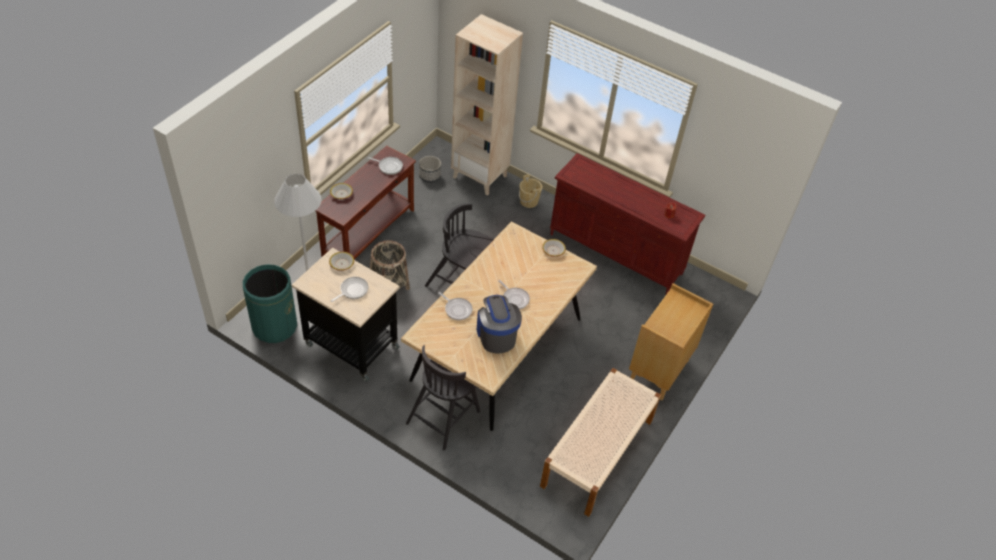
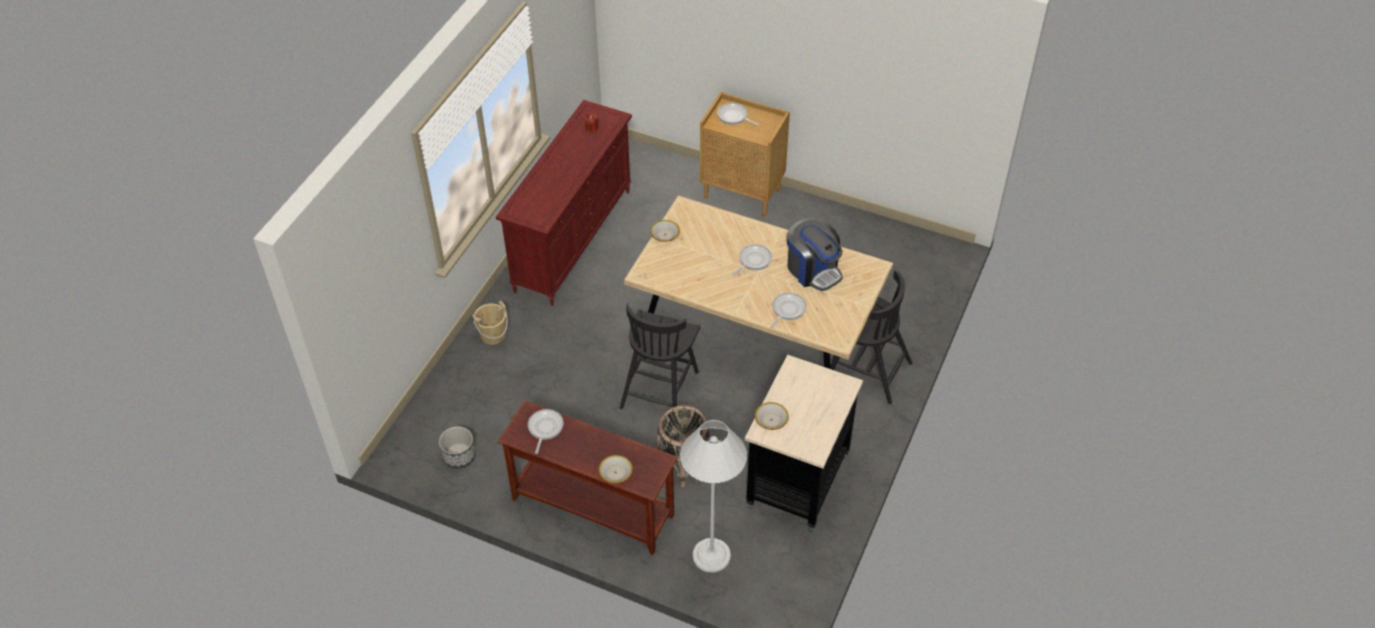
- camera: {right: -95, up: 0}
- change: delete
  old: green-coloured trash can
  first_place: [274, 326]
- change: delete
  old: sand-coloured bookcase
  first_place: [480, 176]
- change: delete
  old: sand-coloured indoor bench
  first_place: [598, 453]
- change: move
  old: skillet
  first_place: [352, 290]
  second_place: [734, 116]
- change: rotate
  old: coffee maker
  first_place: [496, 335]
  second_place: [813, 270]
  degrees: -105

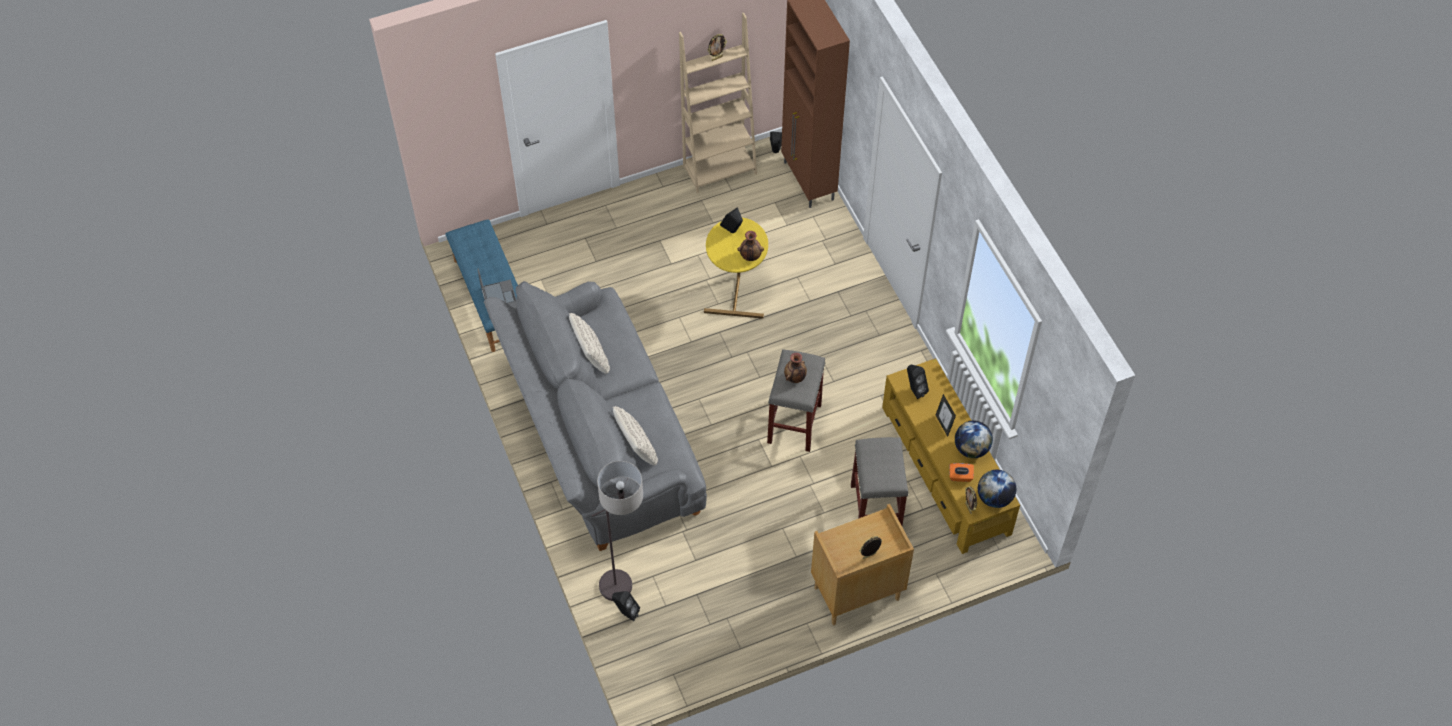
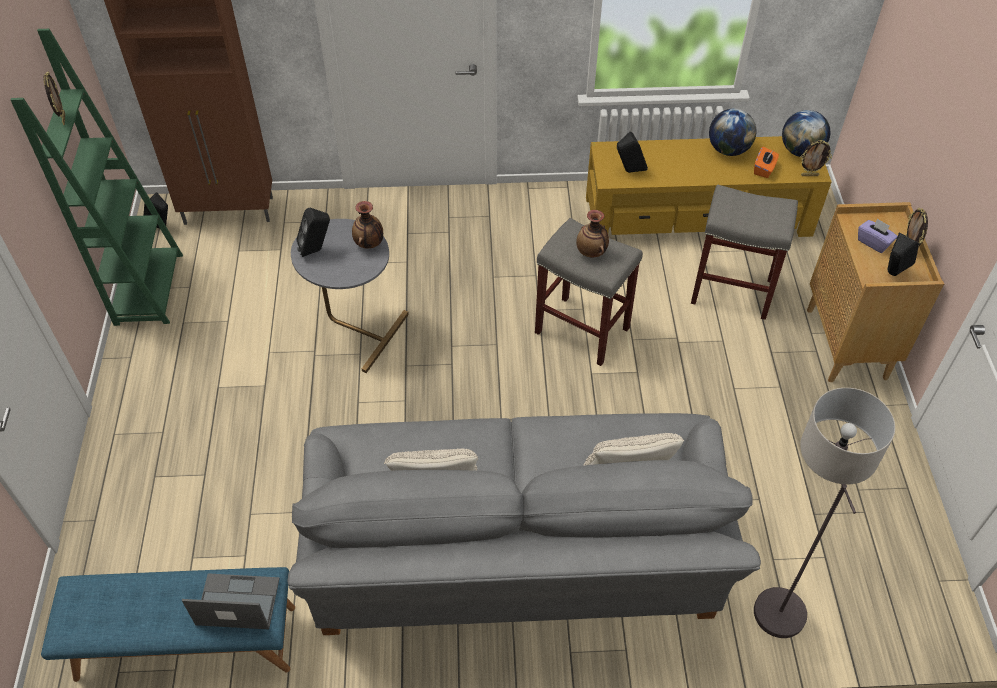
- camera: {right: -70, up: -5}
- change: delete
  old: photo frame
  first_place: [943, 425]
- change: insert
  new: purple-coloured tissue box
  second_place: [873, 242]
- change: move
  old: black speaker
  first_place: [626, 613]
  second_place: [892, 274]
- change: recolor
  old: sand-coloured bookcase
  new: green-coloured bookcase
  first_place: [719, 170]
  second_place: [148, 289]
- change: recolor
  old: yellow-coloured accent table
  new: greyish accent table
  first_place: [736, 293]
  second_place: [354, 329]

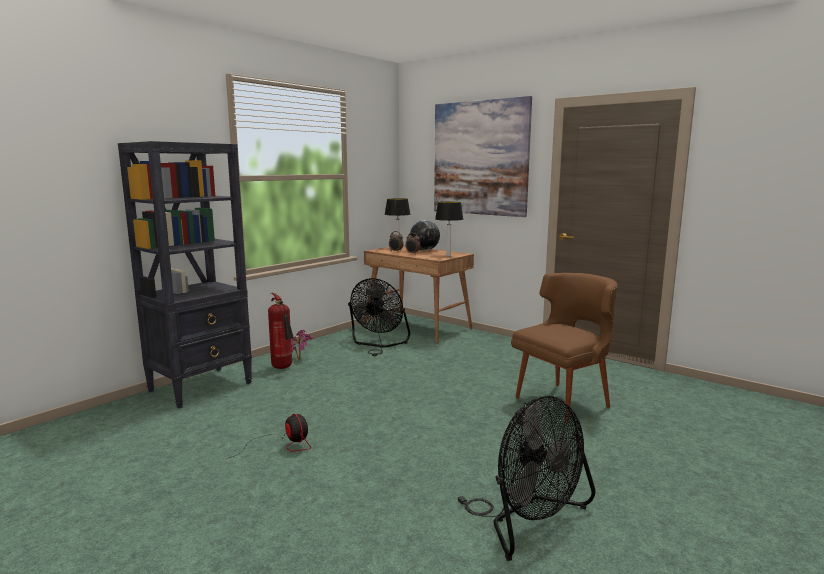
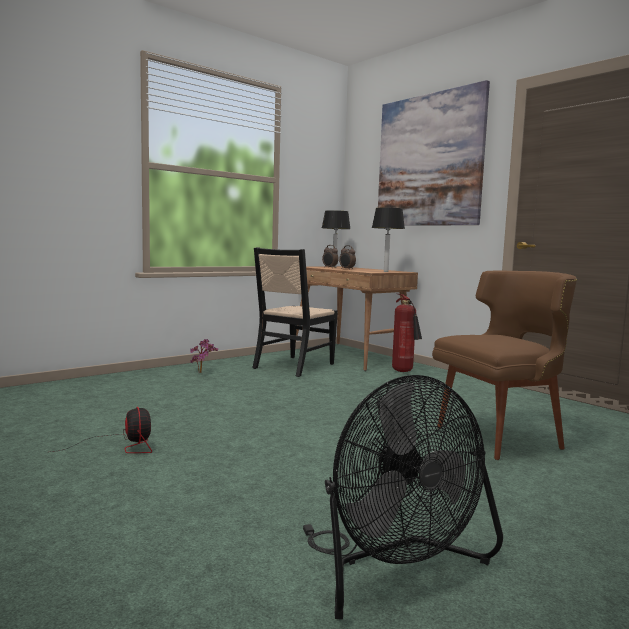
- camera: {right: 10, up: -5}
- change: delete
  old: black bookcase
  first_place: [202, 387]
- change: delete
  old: desk globe
  first_place: [424, 250]
- change: move
  old: fire extinguisher
  first_place: [283, 368]
  second_place: [404, 372]
- change: replace
  old: black fan
  new: plain chair
  first_place: [376, 343]
  second_place: [294, 366]

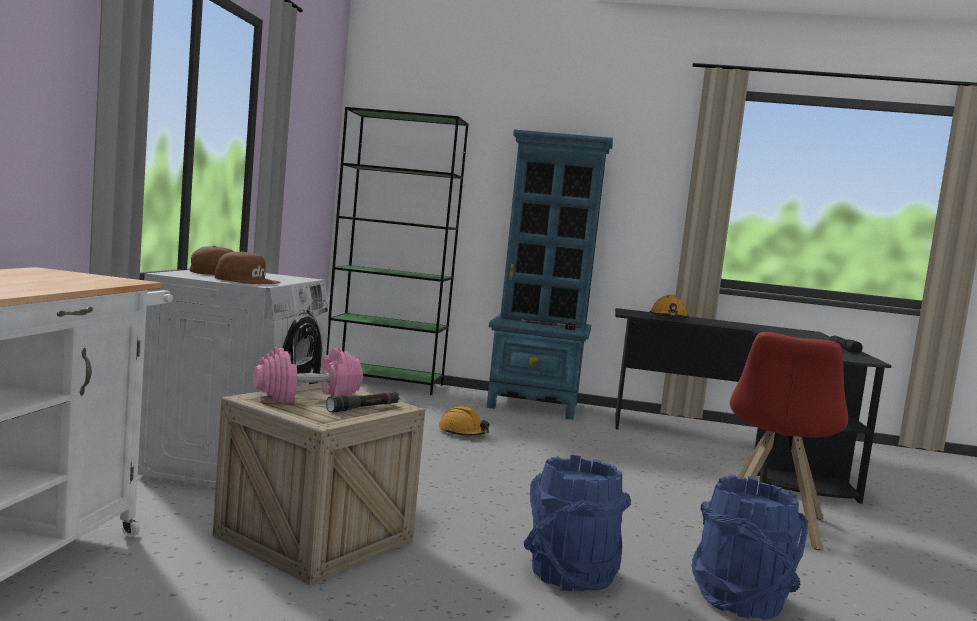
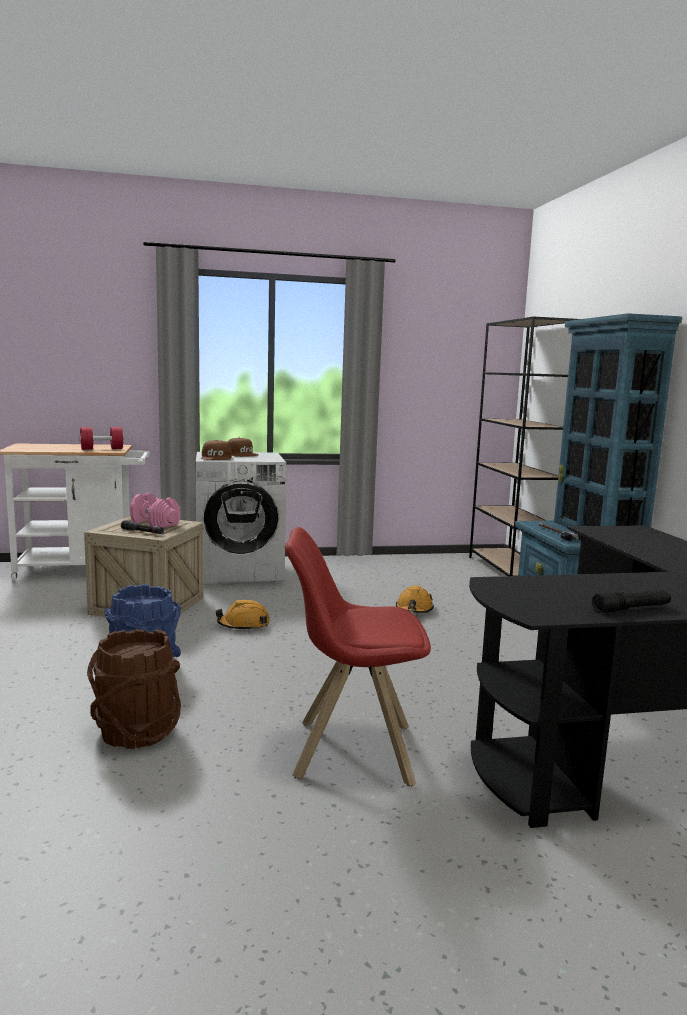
- camera: {right: 70, up: 5}
- change: insert
  new: reddish dumbbell
  second_place: [102, 449]
- change: move
  old: orange-coloured work helmet
  first_place: [668, 318]
  second_place: [243, 625]
- change: recolor
  old: green-coloured bookcase
  new: sand-coloured bookcase
  first_place: [385, 382]
  second_place: [510, 571]
- change: recolor
  old: blue-coloured water bucket
  new: brown water bucket
  first_place: [740, 600]
  second_place: [136, 731]

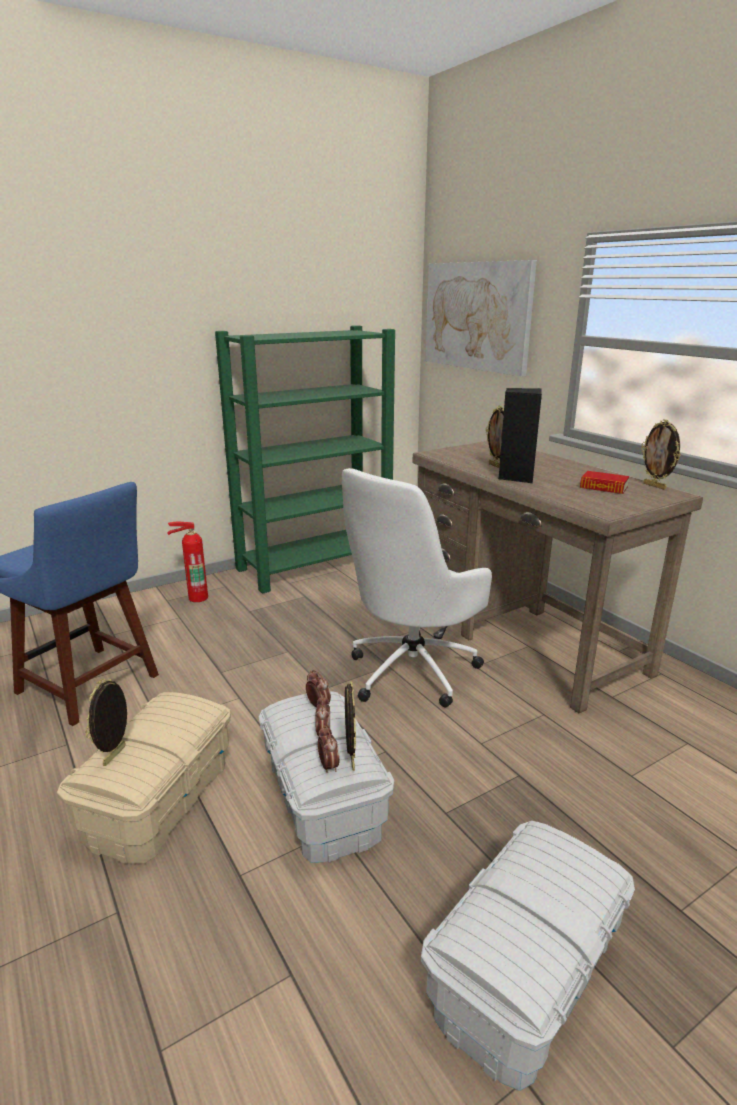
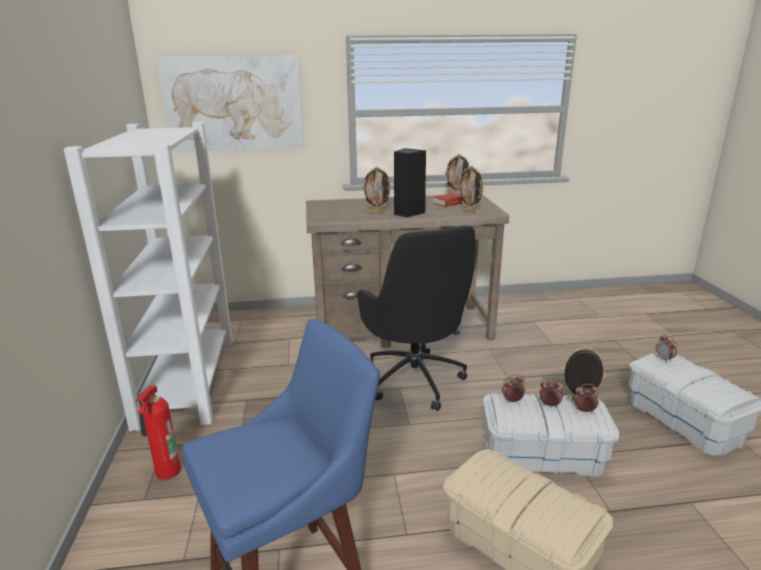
- camera: {right: -65, up: 0}
- change: insert
  new: table clock
  second_place: [664, 359]
- change: move
  old: photo frame
  first_place: [115, 756]
  second_place: [469, 212]
- change: recolor
  old: green-coloured bookcase
  new: whitish bookcase
  first_place: [315, 564]
  second_place: [187, 380]
- change: recolor
  old: whitish office chair
  new: black office chair
  first_place: [411, 672]
  second_place: [414, 380]

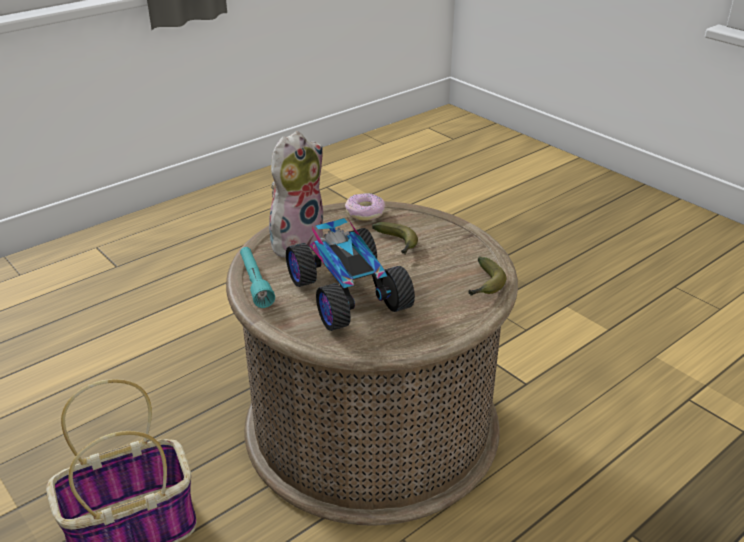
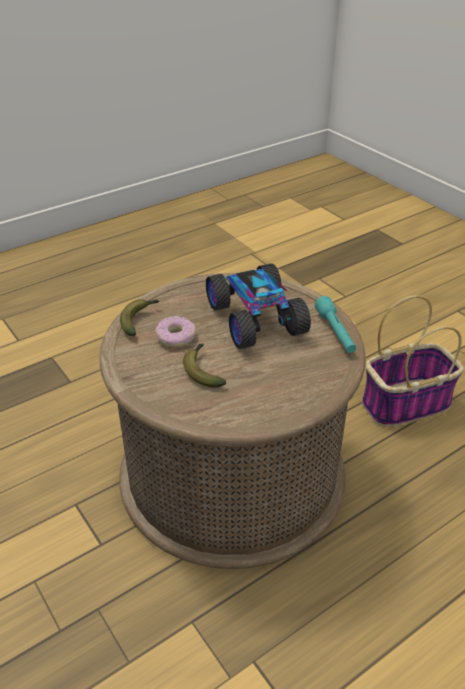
- camera: {right: -175, up: 5}
- change: delete
  old: plush toy
  first_place: [297, 241]
- change: move
  old: donut
  first_place: [365, 213]
  second_place: [176, 337]

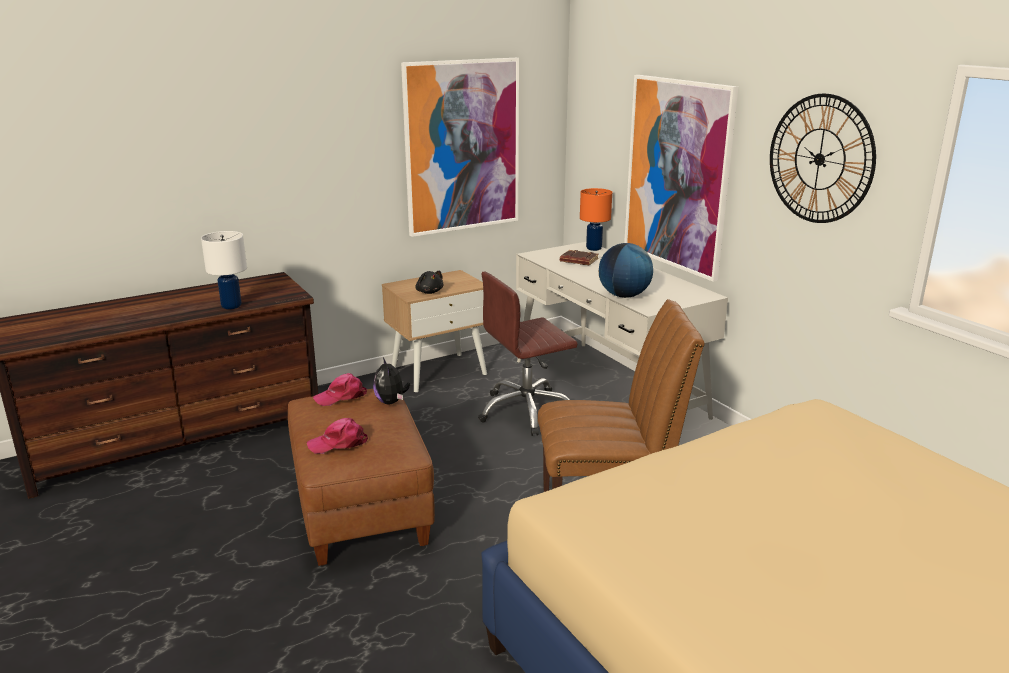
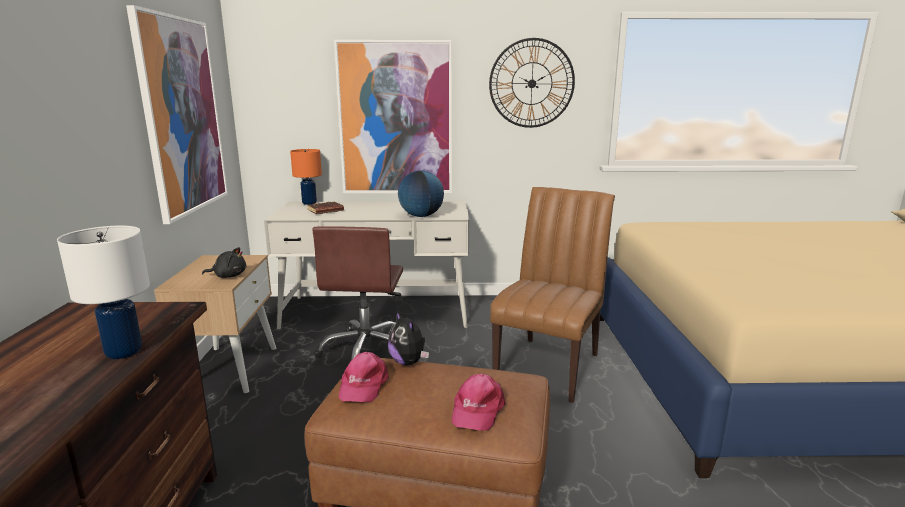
- camera: {right: -60, up: -5}
- change: rotate
  old: plush toy
  first_place: [391, 402]
  second_place: [408, 362]
  degrees: 45

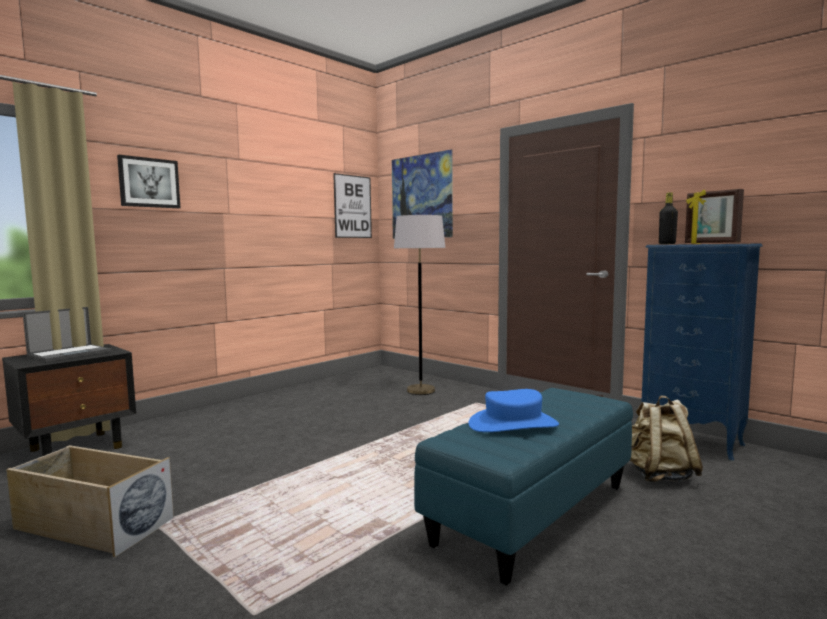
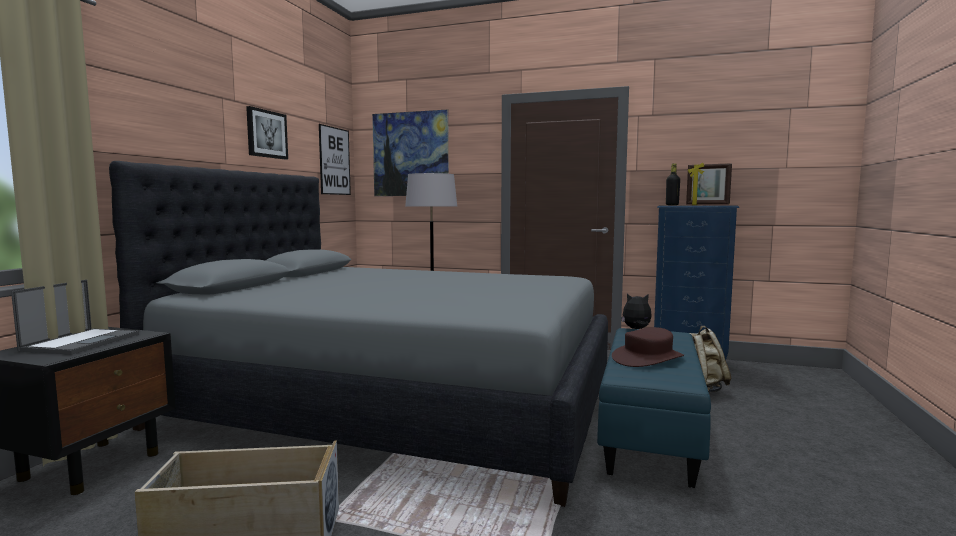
- camera: {right: -25, up: 0}
- change: insert
  new: greyish sleeping bed
  second_place: [396, 401]
- change: insert
  new: plush toy
  second_place: [636, 329]
- change: move
  old: picture
  first_place: [149, 182]
  second_place: [266, 134]
- change: recolor
  old: blue-coloured wearable hat
  new: brown wearable hat
  first_place: [513, 424]
  second_place: [648, 358]

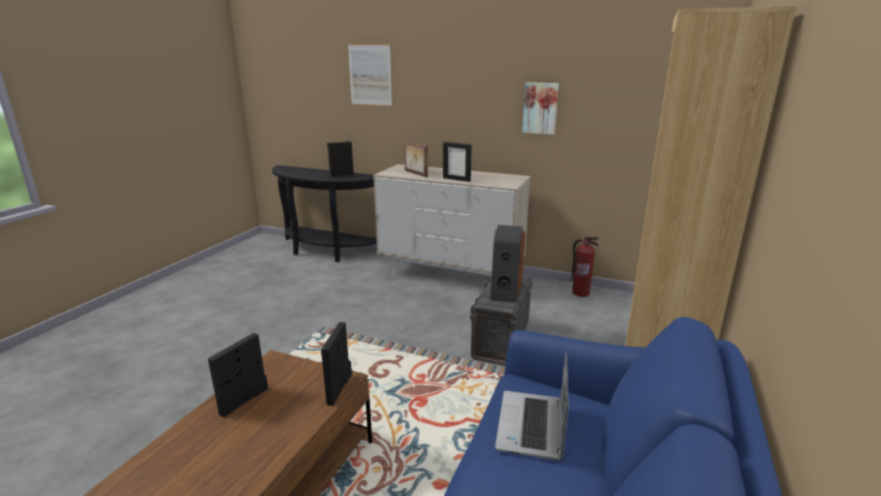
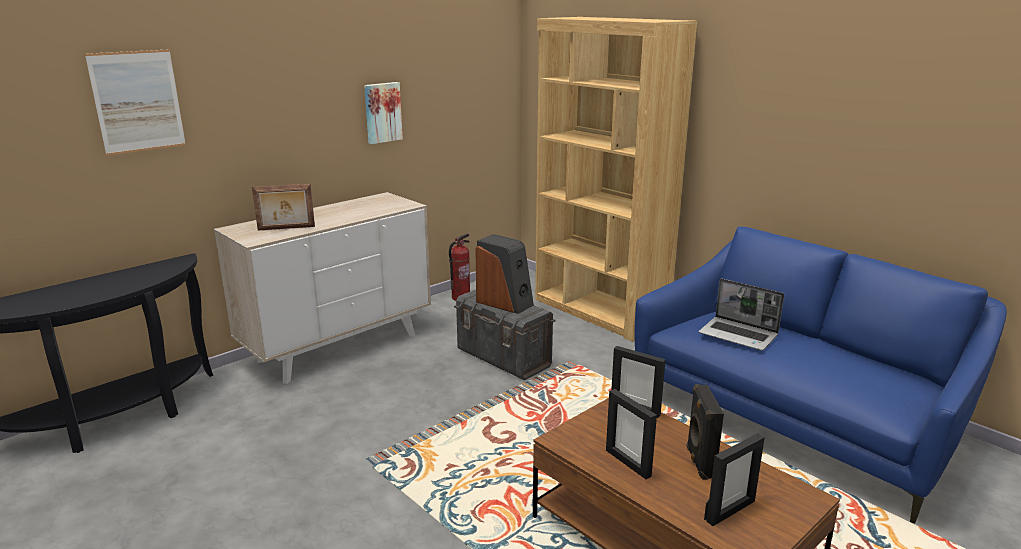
- camera: {right: -65, up: 0}
- change: move
  old: black speaker
  first_place: [341, 174]
  second_place: [699, 462]
- change: move
  old: photo frame
  first_place: [457, 179]
  second_place: [729, 510]

